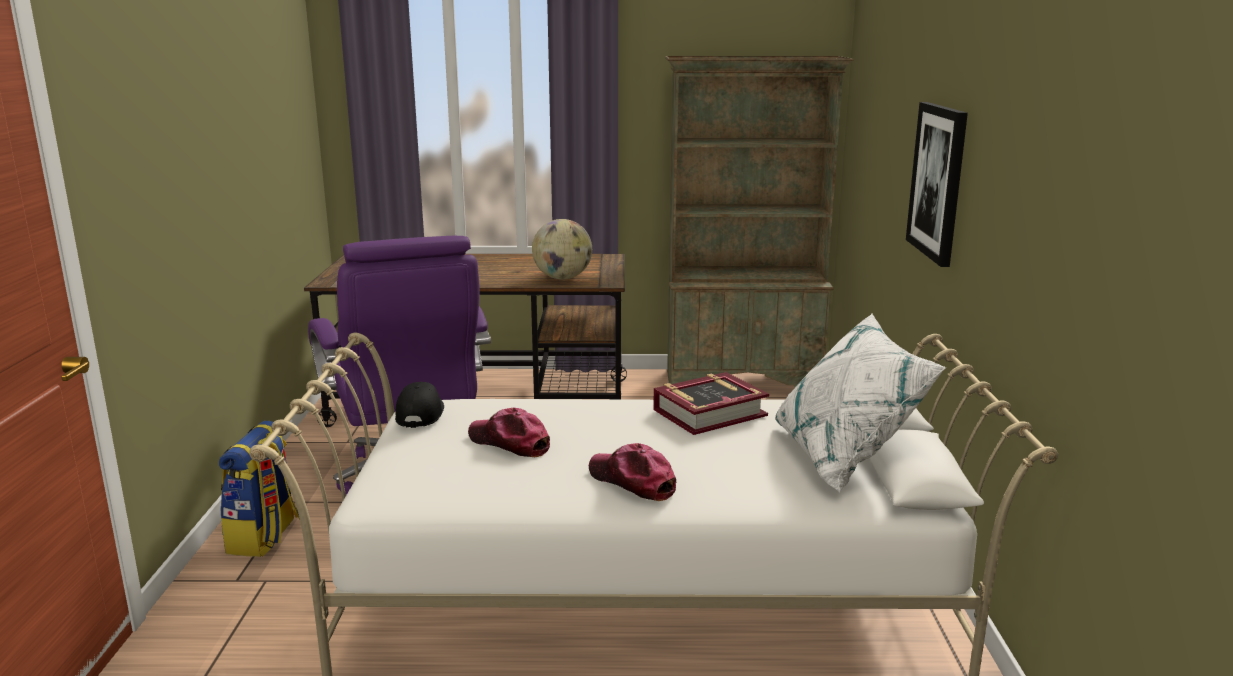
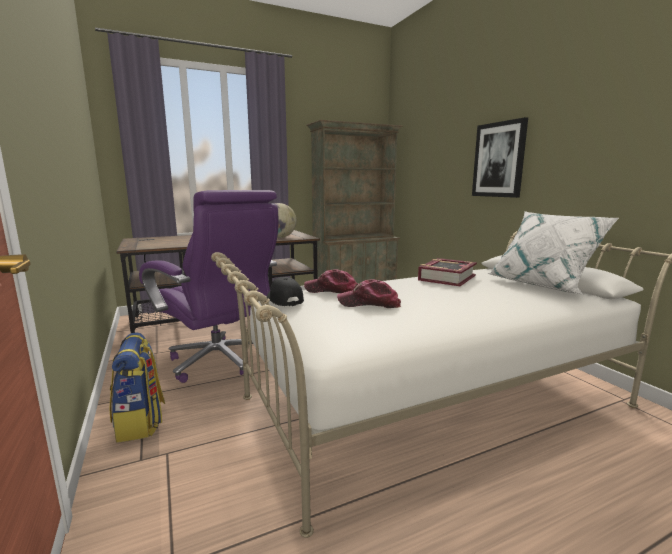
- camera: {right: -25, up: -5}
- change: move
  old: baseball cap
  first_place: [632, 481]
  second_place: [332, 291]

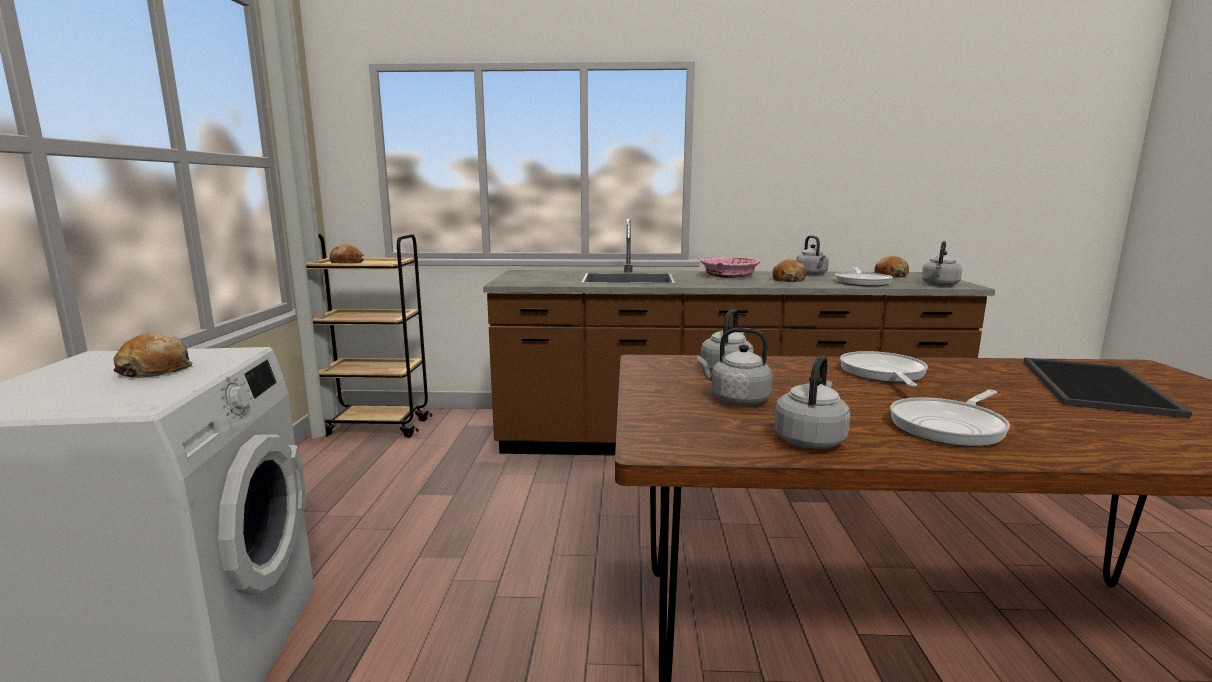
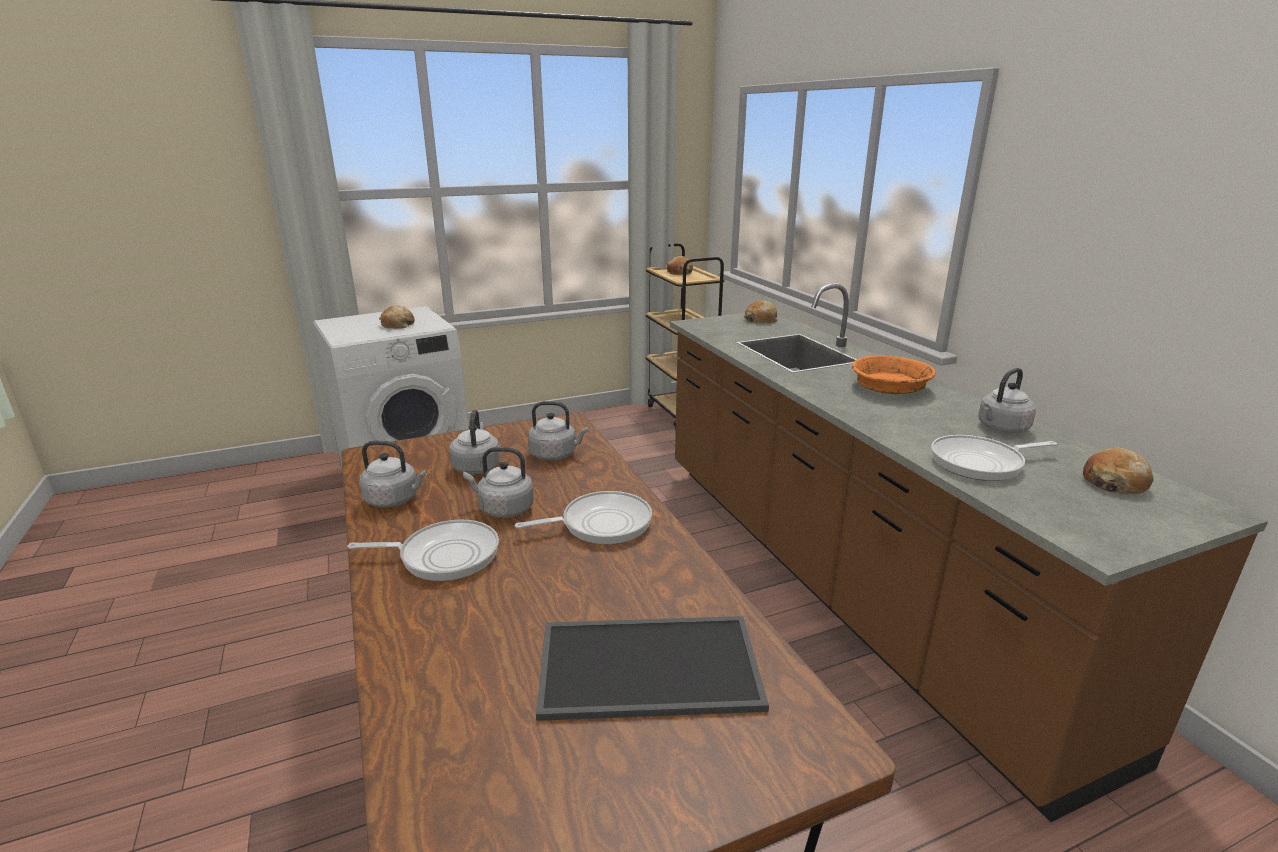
- camera: {right: 65, up: 10}
- change: move
  old: bakery bread
  first_place: [788, 280]
  second_place: [761, 320]
- change: move
  old: greyish kettle
  first_place: [939, 285]
  second_place: [503, 509]
- change: recolor
  old: pink-coloured serving bowl
  new: orange-coloured serving bowl
  first_place: [729, 276]
  second_place: [890, 388]
- change: rotate
  old: skillet
  first_place: [950, 427]
  second_place: [444, 556]
  degrees: 150

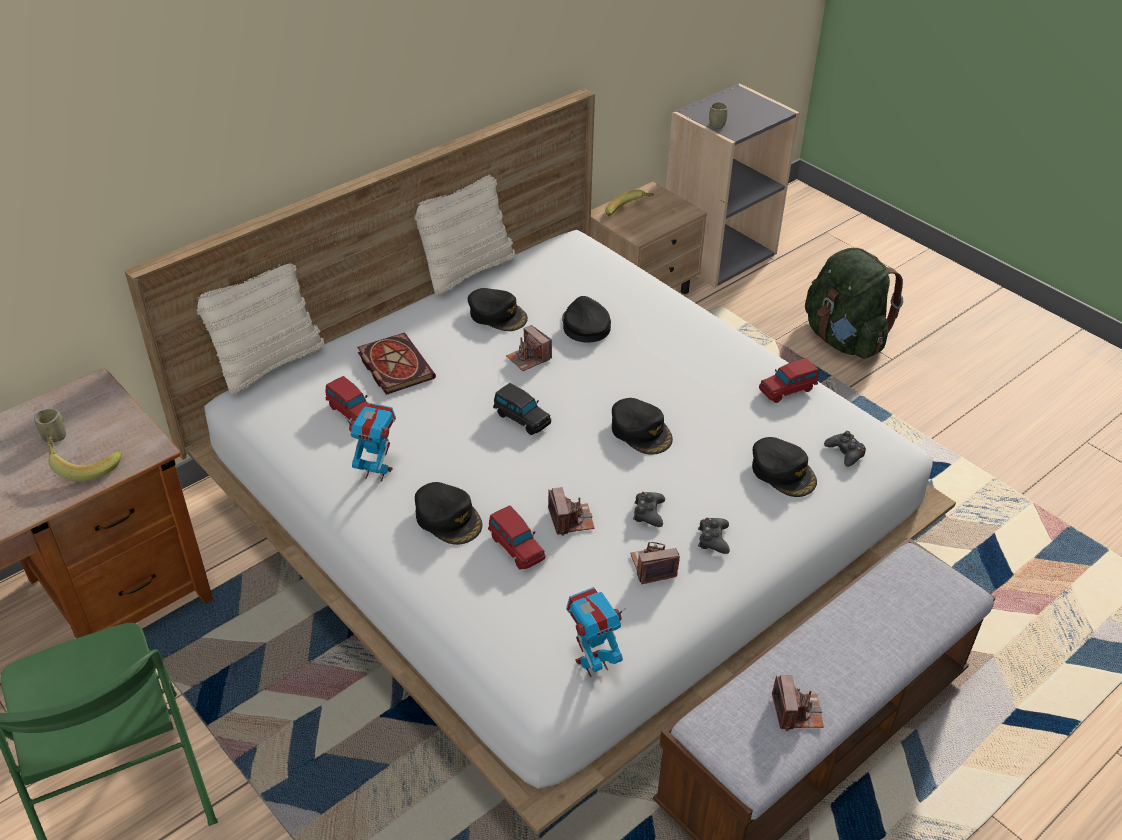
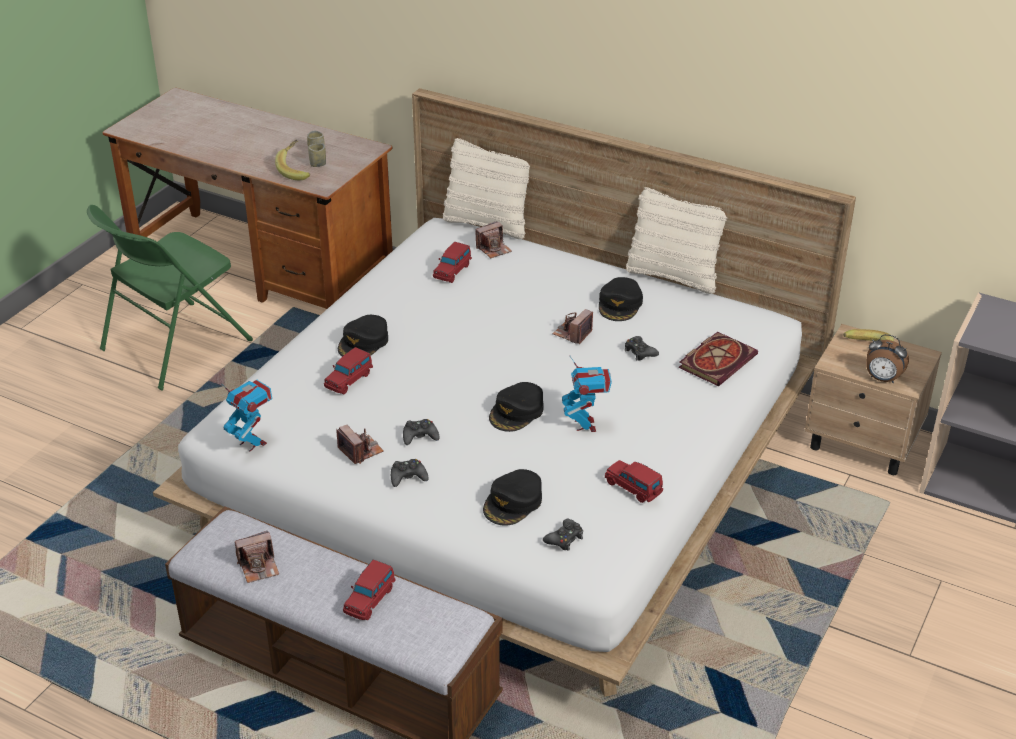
- camera: {right: 70, up: -5}
- change: delete
  old: black model car
  first_place: [521, 418]
- change: delete
  old: green-coloured rucksack
  first_place: [843, 339]
- change: insert
  new: reddish model car
  second_place: [370, 599]
- change: insert
  new: table clock
  second_place: [882, 379]
- change: move
  old: model robot
  first_place: [377, 472]
  second_place: [585, 425]
- change: move
  old: bound book
  first_place: [393, 365]
  second_place: [717, 360]
- change: move
  old: photo camera
  first_place: [571, 520]
  second_place: [493, 249]
- change: move
  old: drinking cup
  first_place: [717, 125]
  second_place: [318, 164]
- change: replace
  old: black baseball cap
  new: black game controller
  first_place: [585, 326]
  second_place: [640, 352]

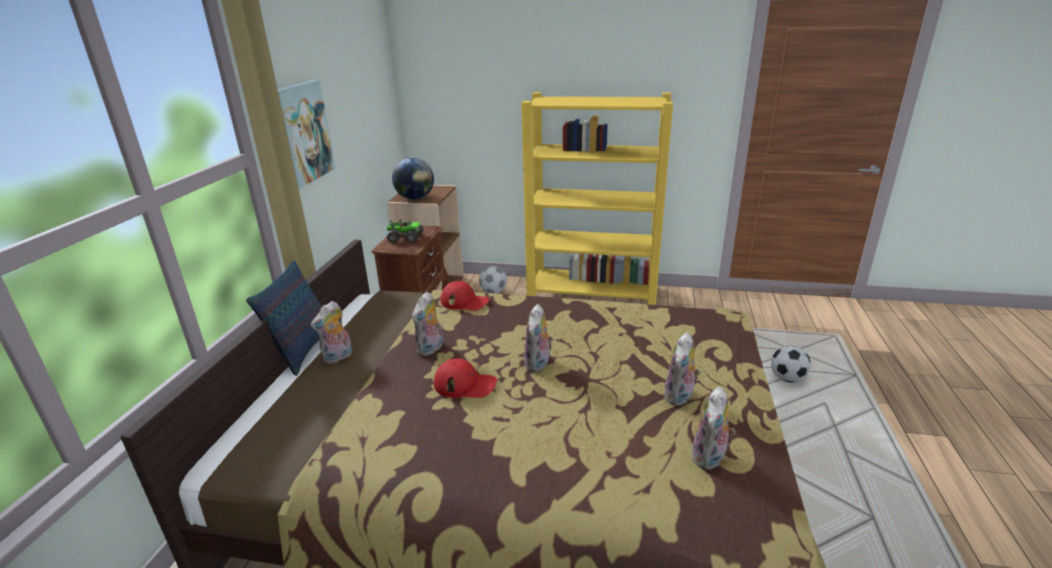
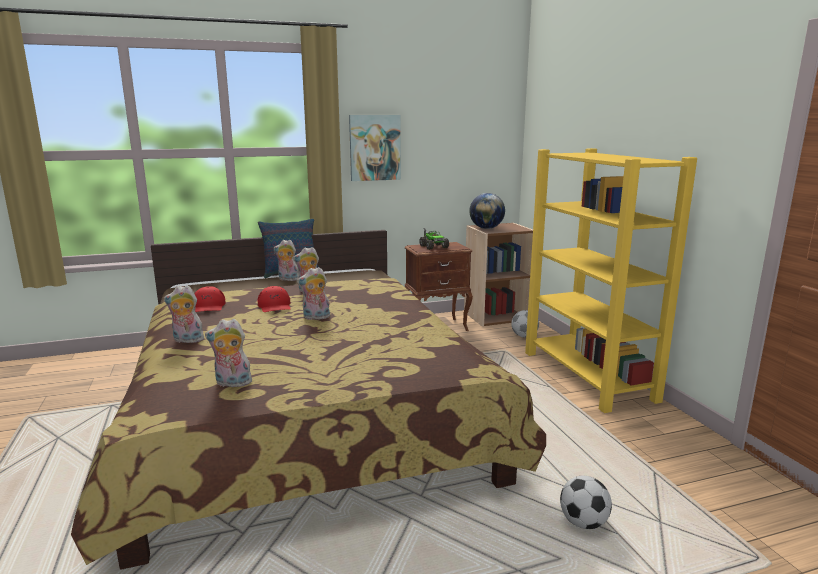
- camera: {right: 60, up: -10}
- change: move
  old: reddish baseball cap
  first_place: [465, 302]
  second_place: [208, 306]
- change: move
  old: plush toy
  first_place: [680, 397]
  second_place: [187, 340]

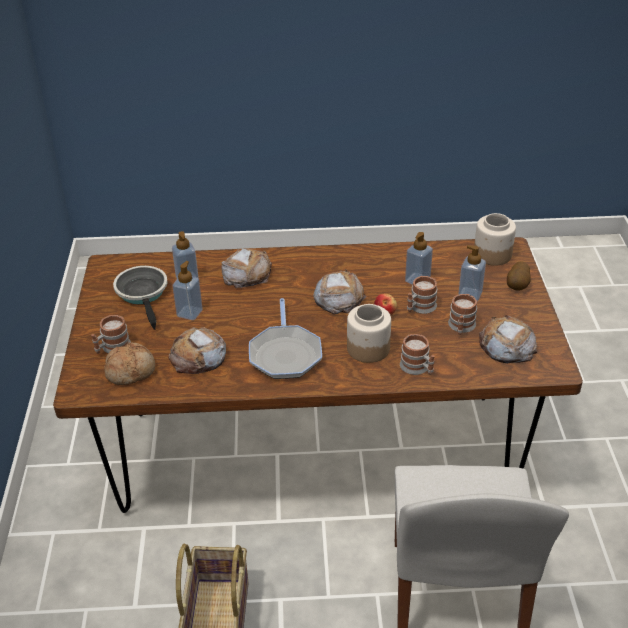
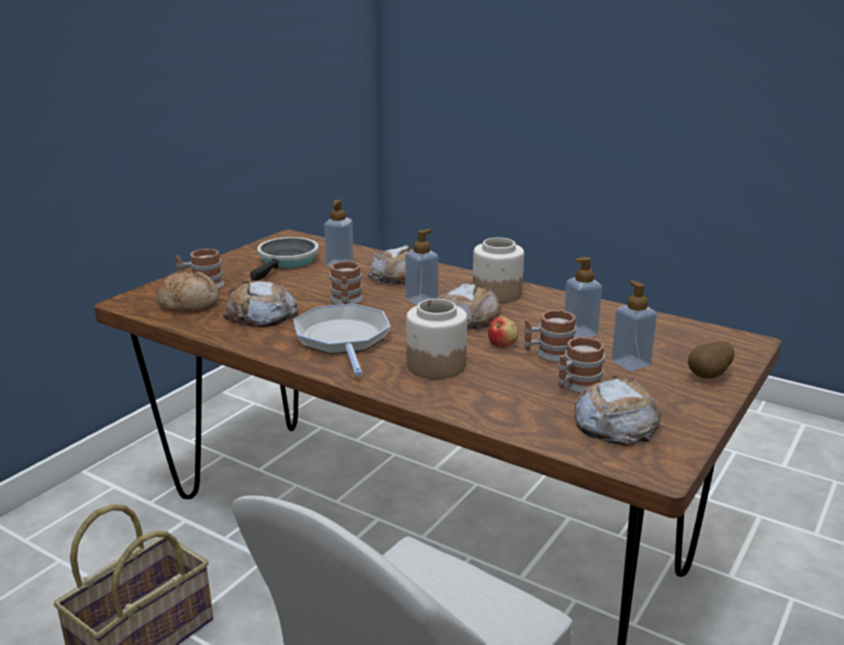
- camera: {right: 35, up: -15}
- change: move
  old: soap bottle
  first_place: [189, 313]
  second_place: [421, 300]
- change: move
  old: coffee mug
  first_place: [418, 368]
  second_place: [346, 301]
- change: move
  old: preserve jar
  first_place: [492, 254]
  second_place: [496, 294]
- change: rotate
  old: skillet
  first_place: [285, 354]
  second_place: [343, 340]
  degrees: 135

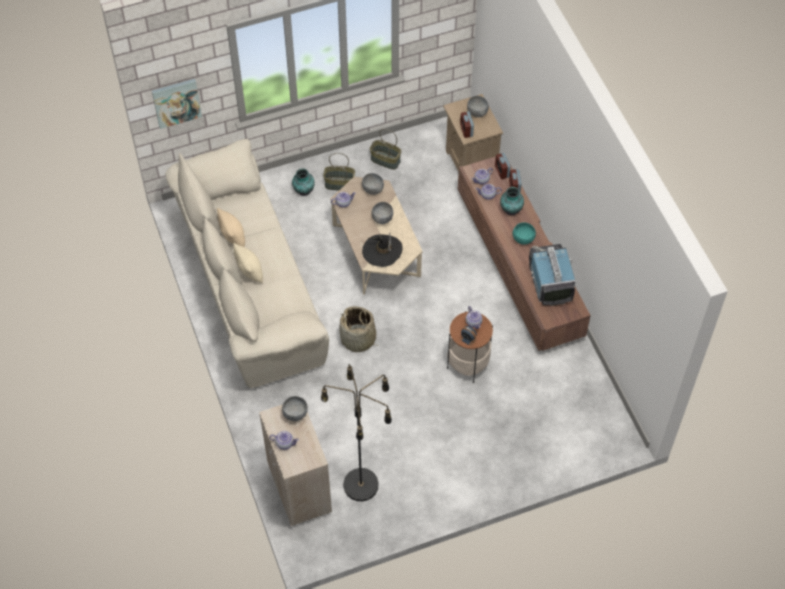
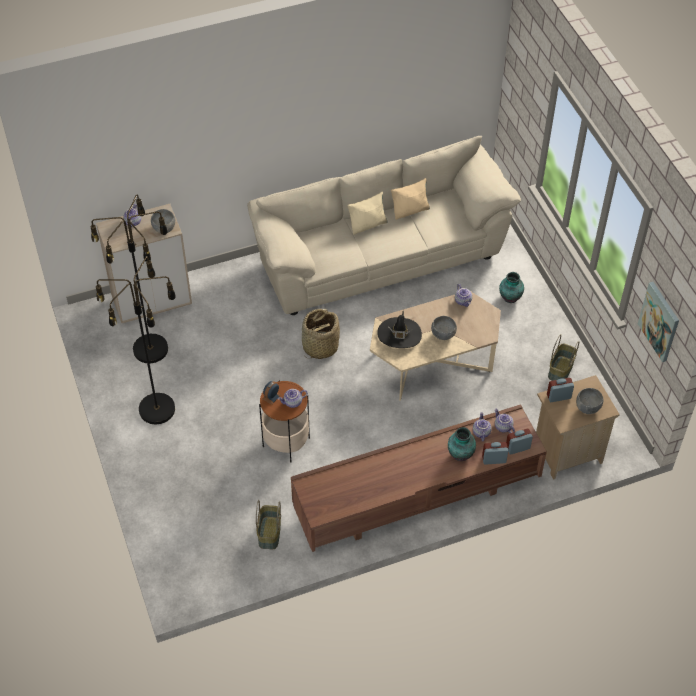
- camera: {right: 90, up: -5}
- change: delete
  old: greyish serving bowl
  first_place: [372, 190]
- change: delete
  old: turquoise-coloured serving bowl
  first_place: [523, 239]
- change: delete
  old: TV
  first_place: [550, 281]
- change: insert
  new: standing lamp
  second_place: [157, 410]
- change: move
  old: picture
  first_place: [176, 102]
  second_place: [659, 321]
- change: move
  old: household basket
  first_place: [340, 183]
  second_place: [270, 533]

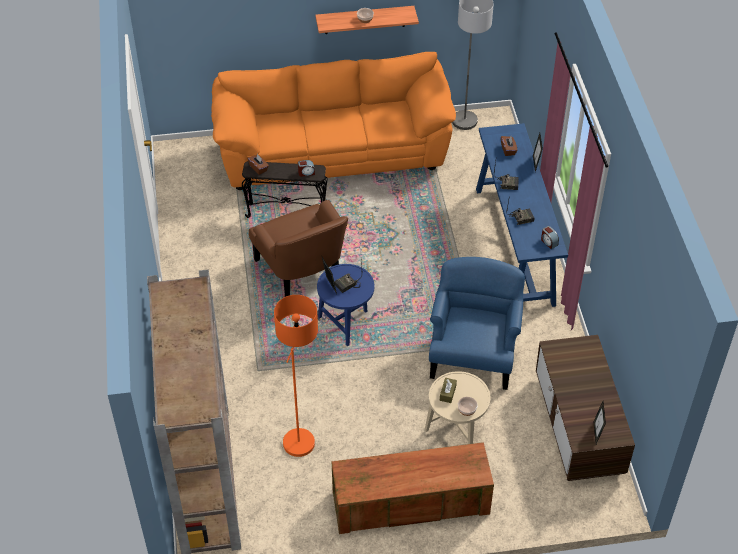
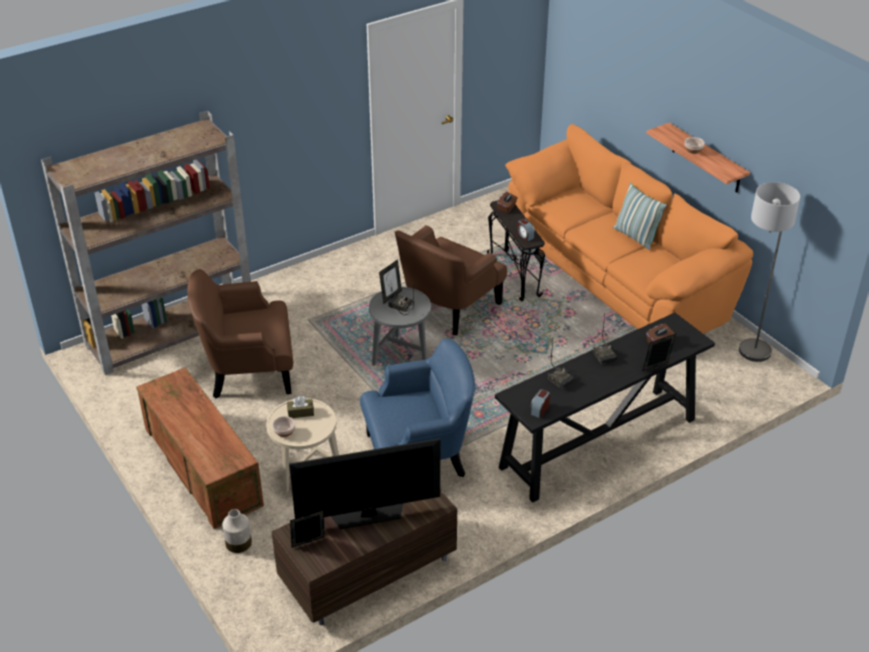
- camera: {right: 65, up: -10}
- change: insert
  new: sand-coloured decorative vase
  second_place: [238, 542]
- change: insert
  new: TV
  second_place: [368, 514]
- change: insert
  new: pillow
  second_place: [635, 237]
- change: replace
  old: orange-coloured standing lamp
  new: brown easy chair
  first_place: [301, 435]
  second_place: [247, 370]
- change: recolor
  old: blue-coloured accent table
  new: greyish accent table
  first_place: [346, 323]
  second_place: [401, 356]
- change: recolor
  old: blue-coloured console table
  new: black console table
  first_place: [514, 246]
  second_place: [597, 444]

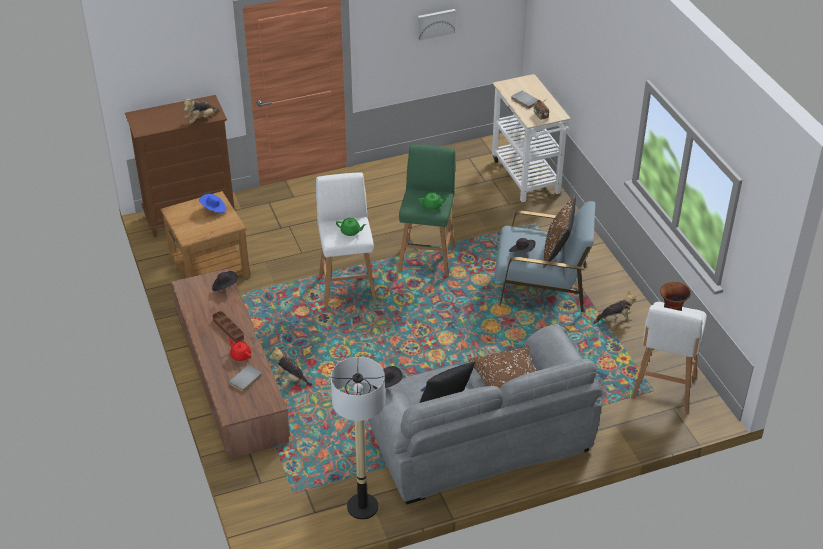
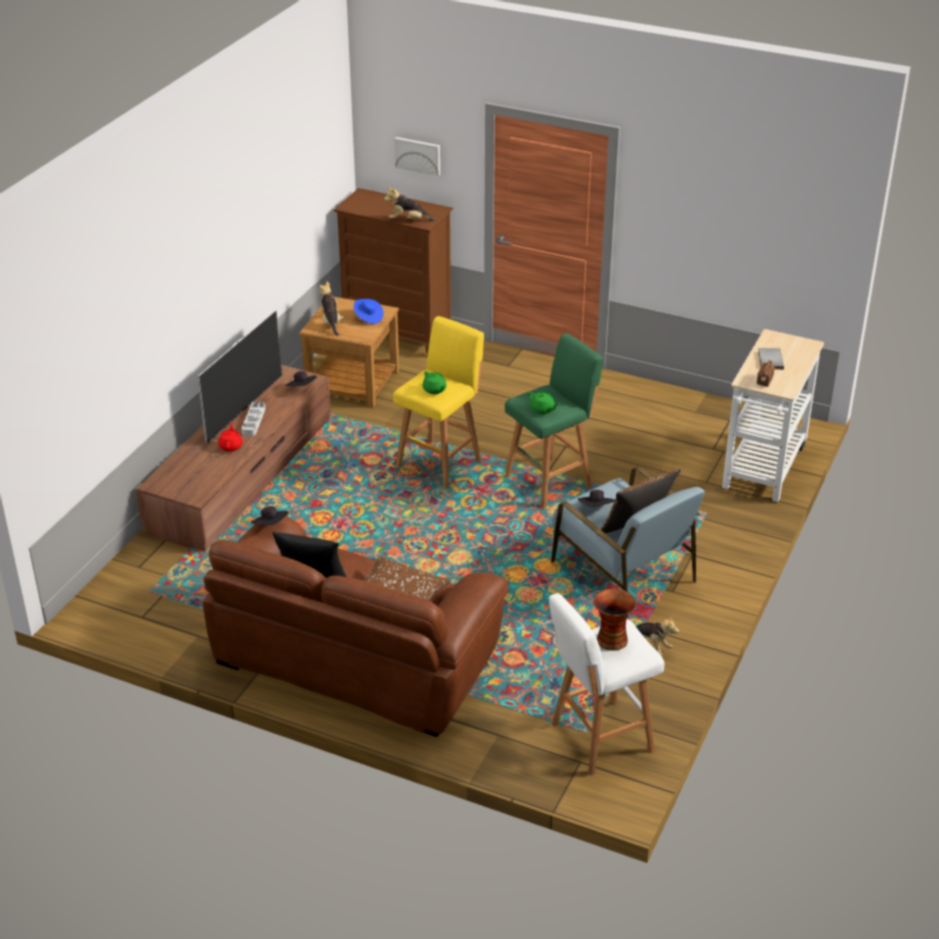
- camera: {right: 45, up: -5}
- change: delete
  old: greyish bound book
  first_place: [246, 380]
- change: delete
  old: standing lamp
  first_place: [362, 507]
- change: insert
  new: TV
  second_place: [244, 408]
- change: move
  old: plush toy
  first_place: [291, 377]
  second_place: [331, 323]
- change: move
  old: picture
  first_place: [435, 23]
  second_place: [418, 155]
- change: recolor
  old: brown tray
  new: greyish tray
  first_place: [228, 328]
  second_place: [253, 421]
- change: recolor
  old: whitish sitting stool
  new: yellow-coloured sitting stool
  first_place: [347, 286]
  second_place: [440, 463]
- change: recolor
  old: greyish sofa
  new: brown sofa
  first_place: [480, 441]
  second_place: [355, 659]

